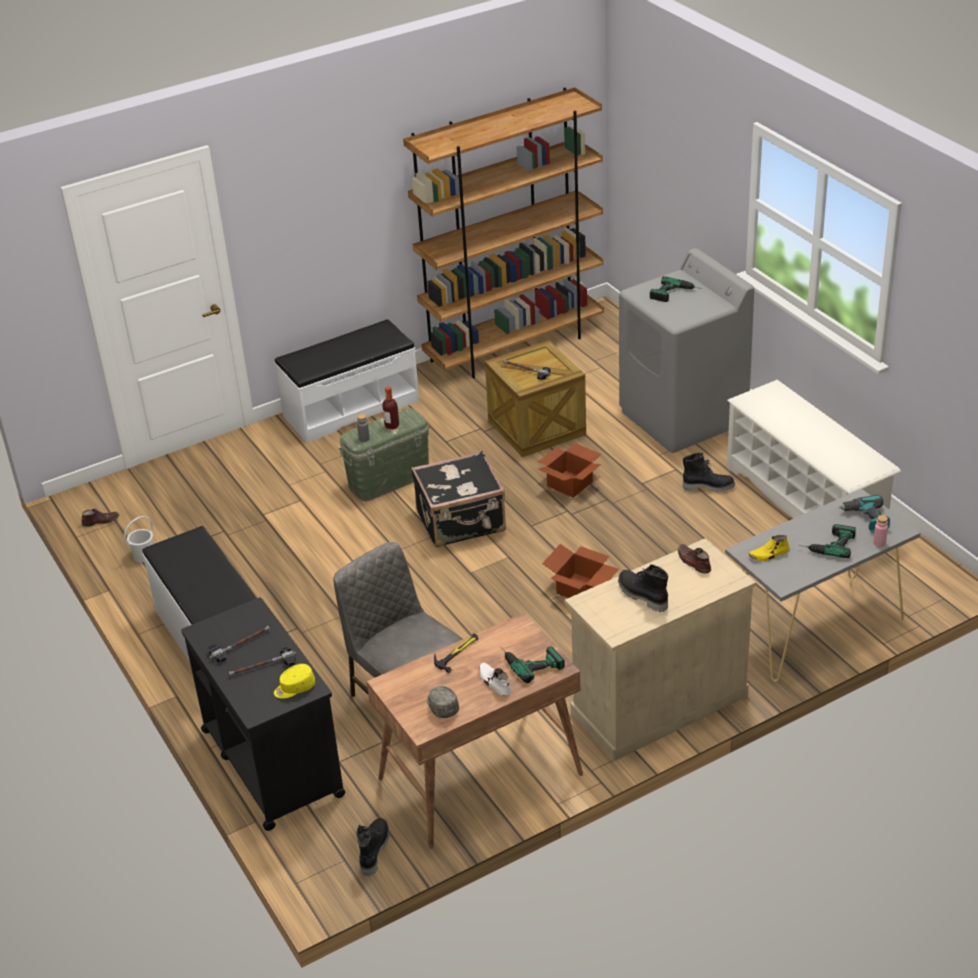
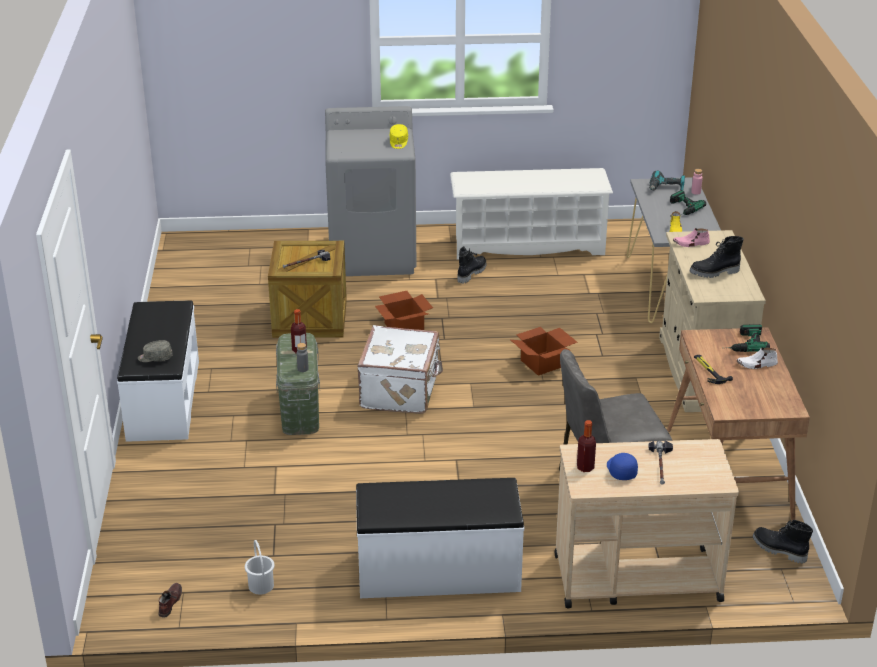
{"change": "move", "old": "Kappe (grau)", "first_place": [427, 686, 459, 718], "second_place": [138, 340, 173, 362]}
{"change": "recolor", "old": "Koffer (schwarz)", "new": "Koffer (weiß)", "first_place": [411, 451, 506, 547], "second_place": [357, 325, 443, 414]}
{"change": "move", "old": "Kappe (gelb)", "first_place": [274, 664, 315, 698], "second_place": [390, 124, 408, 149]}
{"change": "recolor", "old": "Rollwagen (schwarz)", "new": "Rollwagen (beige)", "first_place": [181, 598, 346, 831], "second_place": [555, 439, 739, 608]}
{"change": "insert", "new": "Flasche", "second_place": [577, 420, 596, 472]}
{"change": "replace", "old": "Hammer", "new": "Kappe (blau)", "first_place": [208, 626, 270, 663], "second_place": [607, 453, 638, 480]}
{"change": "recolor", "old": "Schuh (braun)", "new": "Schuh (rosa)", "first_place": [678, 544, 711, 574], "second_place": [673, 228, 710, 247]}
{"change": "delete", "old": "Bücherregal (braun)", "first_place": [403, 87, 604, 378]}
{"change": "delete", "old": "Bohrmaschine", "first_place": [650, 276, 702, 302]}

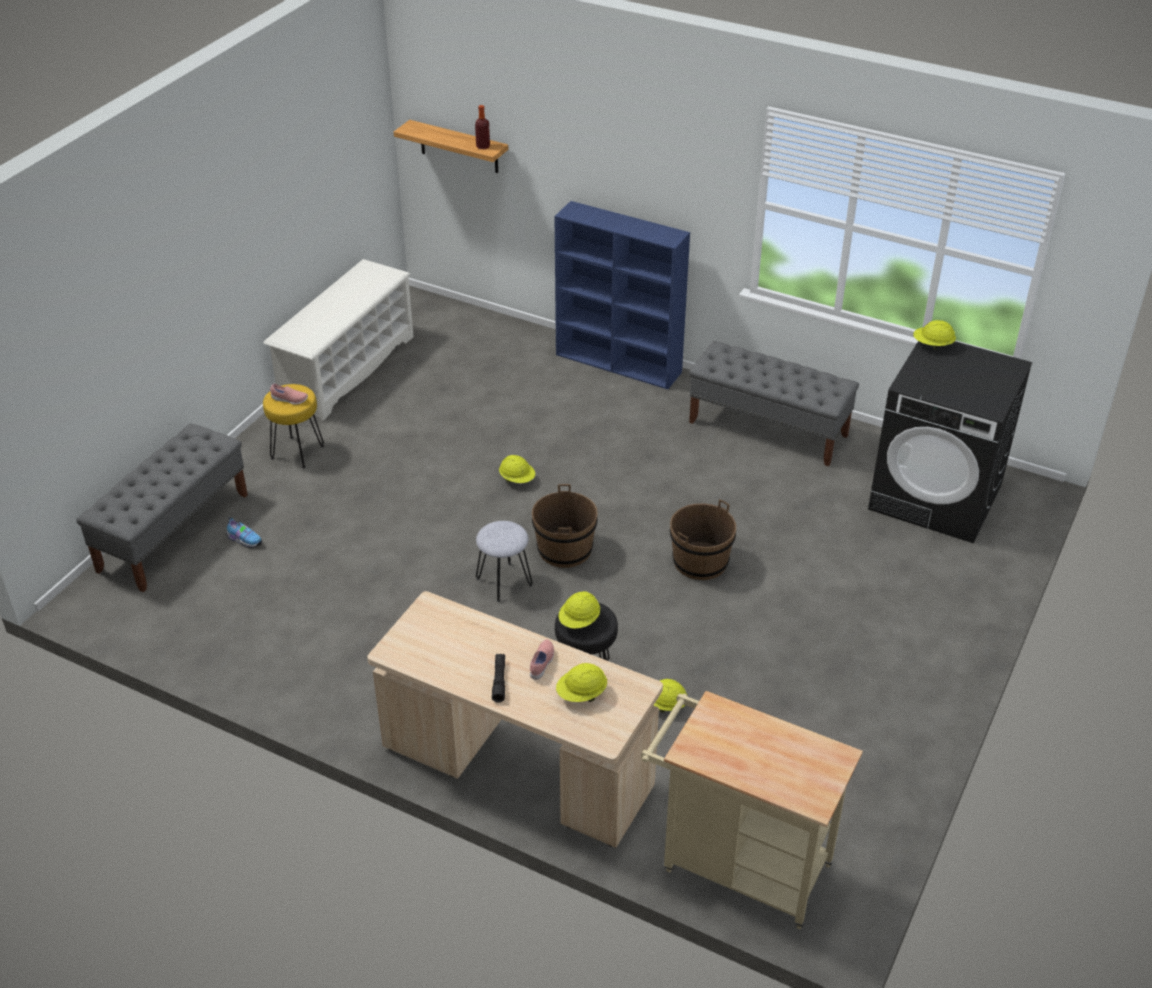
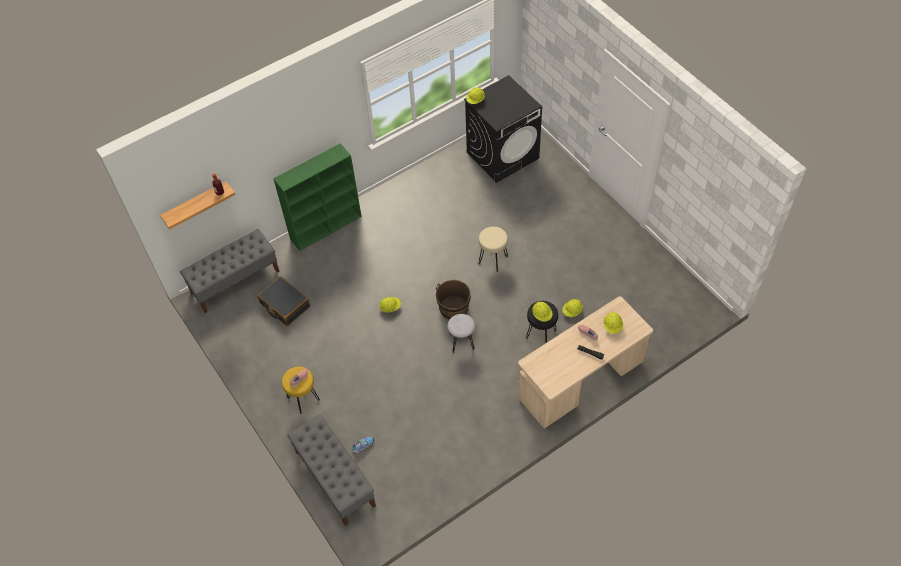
{"change": "move", "old": "Bank (grau)", "first_place": [689, 341, 859, 467], "second_place": [180, 229, 280, 313]}
{"change": "insert", "new": "Koffer (schwarz)", "second_place": [257, 276, 310, 326]}
{"change": "recolor", "old": "Bücherregal (blau)", "new": "Bücherregal (grün)", "first_place": [554, 201, 690, 389], "second_place": [273, 143, 362, 251]}
{"change": "replace", "old": "Eimer (braun)", "new": "Hocker (beige)", "first_place": [670, 499, 736, 580], "second_place": [479, 227, 508, 272]}
{"change": "delete", "old": "Schuhregal (weiß)", "first_place": [263, 259, 414, 421]}
{"change": "delete", "old": "Rollwagen (beige)", "first_place": [641, 691, 863, 929]}

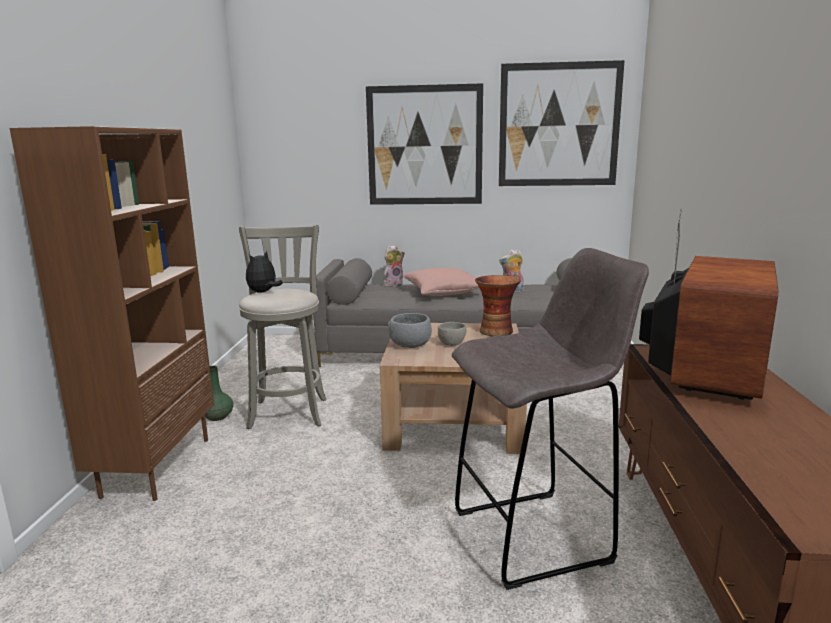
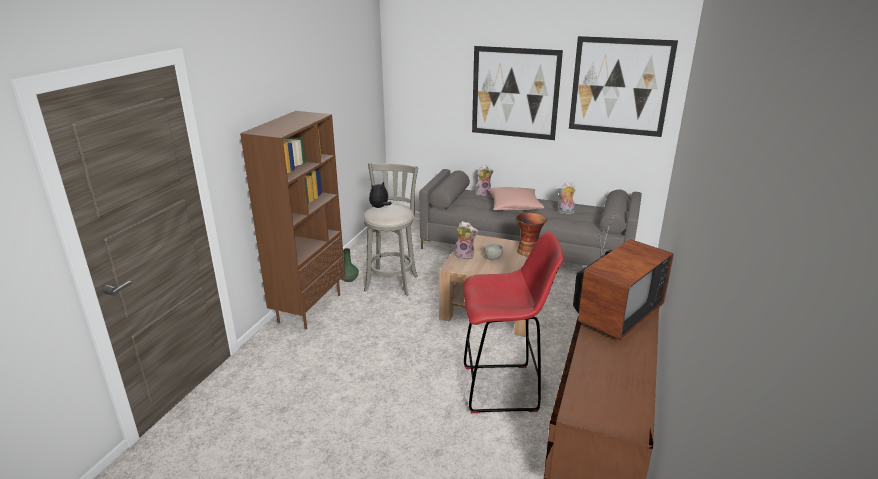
{"change": "replace", "old": "Schüssel (grau)", "new": "Plüschtier", "first_place": [388, 313, 432, 348], "second_place": [455, 221, 478, 260]}
{"change": "recolor", "old": "Hocker (grau)", "new": "Hocker (rot)", "first_place": [452, 248, 649, 590], "second_place": [463, 231, 563, 413]}

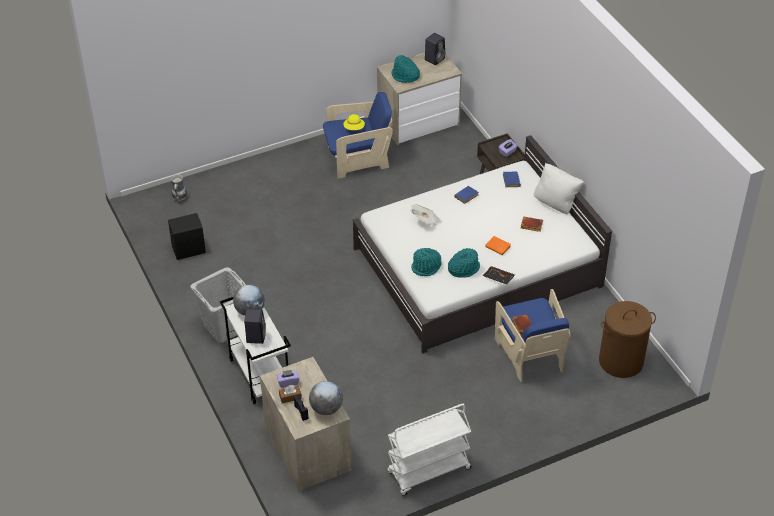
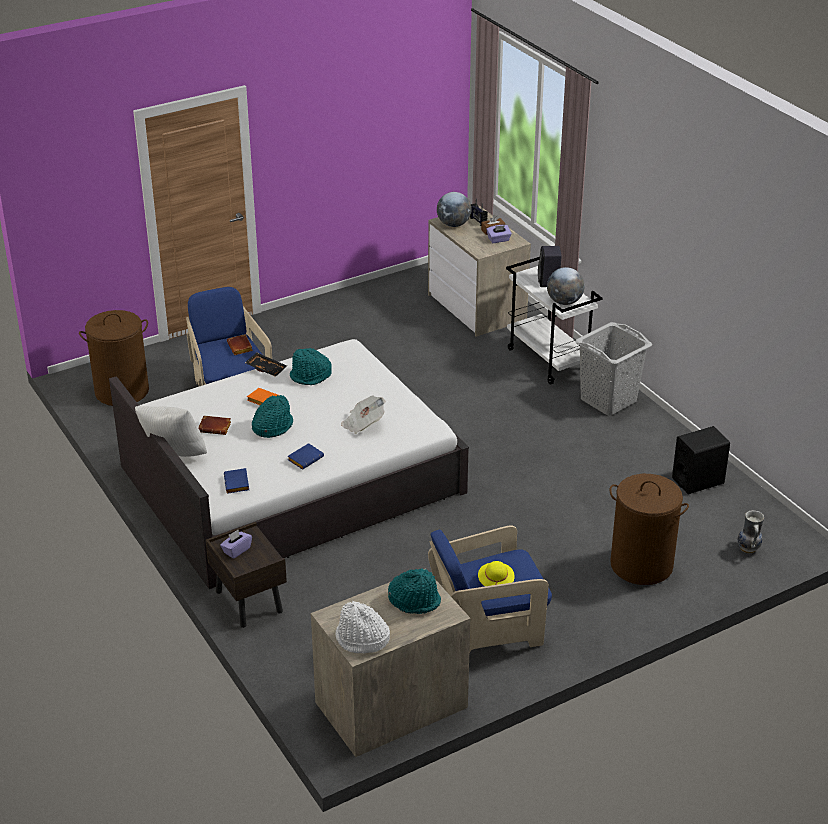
{"change": "move", "old": "Hut (türkis)", "first_place": [411, 248, 441, 276], "second_place": [252, 395, 293, 438]}
{"change": "replace", "old": "Lautsprecher (schwarz)", "new": "Hut (weiß)", "first_place": [425, 33, 446, 65], "second_place": [335, 601, 390, 653]}
{"change": "insert", "new": "Wäschekorb (braun)", "second_place": [610, 474, 689, 585]}
{"change": "delete", "old": "Rollwagen (weiß)", "first_place": [387, 404, 471, 496]}

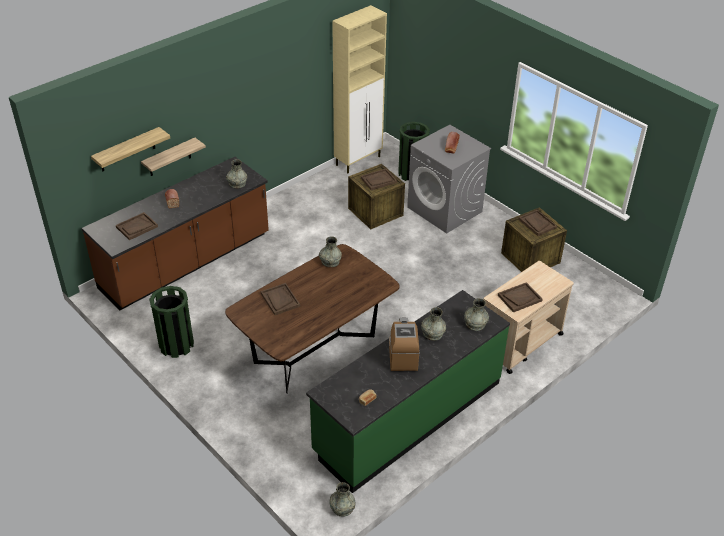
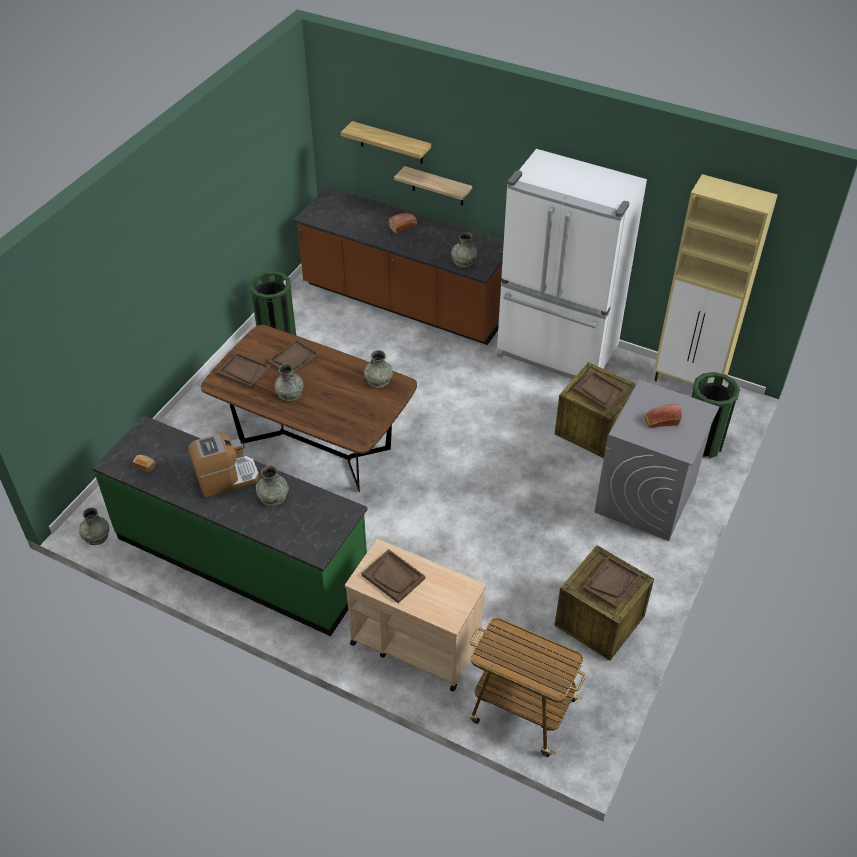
{"change": "move", "old": "Tablett (braun)", "first_place": [116, 212, 158, 240], "second_place": [216, 352, 271, 389]}
{"change": "move", "old": "Vase (grau)", "first_place": [464, 298, 489, 331], "second_place": [275, 364, 304, 402]}
{"change": "insert", "new": "Rollwagen", "second_place": [470, 618, 585, 757]}
{"change": "insert", "new": "Kühlschrank (weiß)", "second_place": [497, 149, 647, 379]}

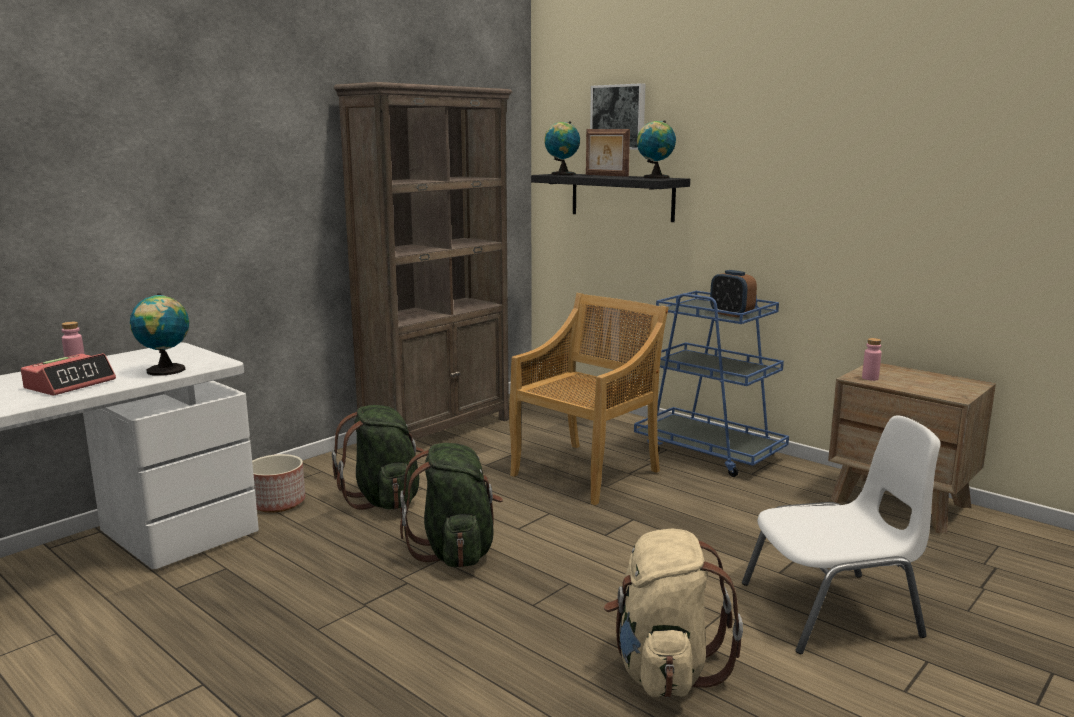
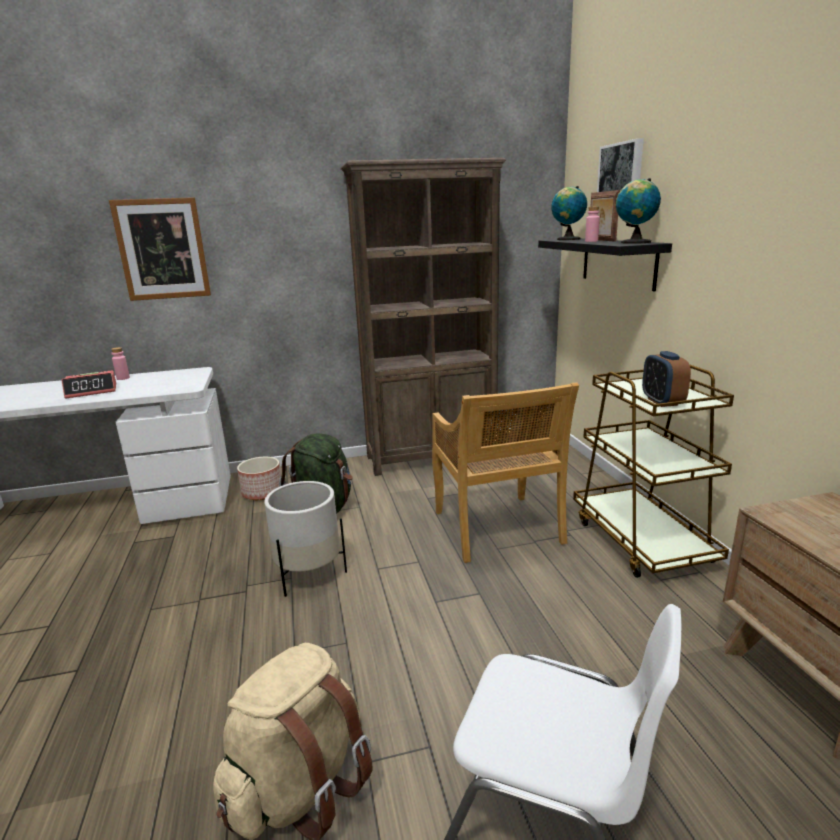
{"change": "insert", "new": "Bild", "second_place": [109, 197, 211, 301]}
{"change": "replace", "old": "Rucksack (grün)", "new": "Pflanzkübel (weiß)", "first_place": [400, 443, 503, 568], "second_place": [264, 481, 347, 597]}
{"change": "rotate", "old": "Stuhl (beige)", "first_place": [509, 293, 669, 505], "second_place": [432, 382, 579, 563], "degrees": 90}
{"change": "recolor", "old": "Rollwagen (blau)", "new": "Rollwagen (braun)", "first_place": [634, 291, 789, 477], "second_place": [573, 365, 734, 578]}
{"change": "move", "old": "Flasche (rosa)", "first_place": [862, 338, 882, 381], "second_place": [585, 207, 600, 242]}
{"change": "delete", "old": "Globus", "first_place": [130, 293, 189, 376]}

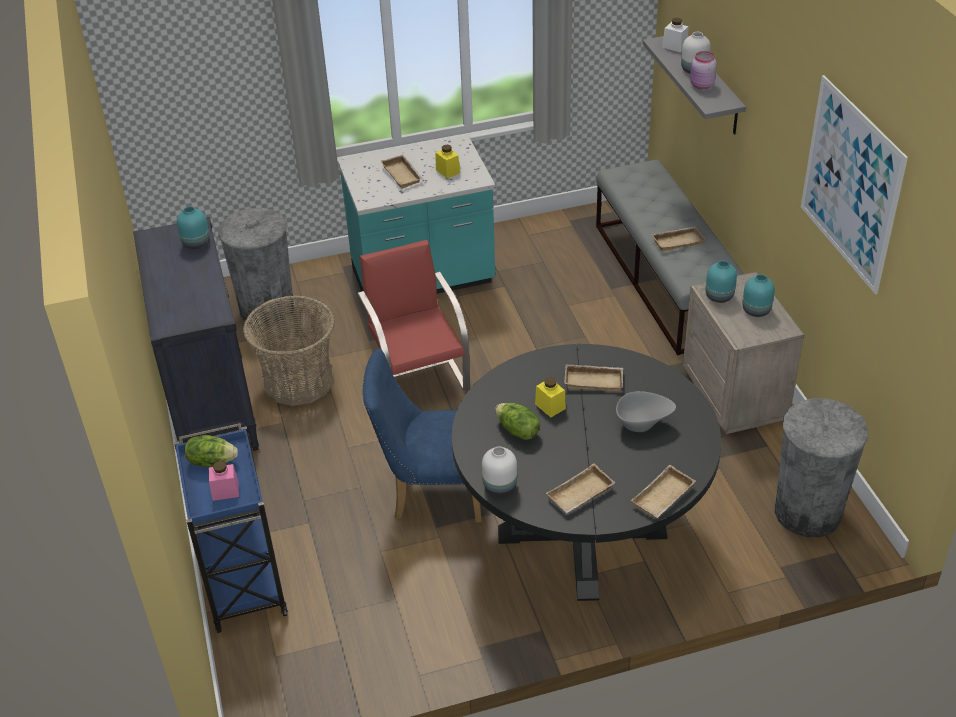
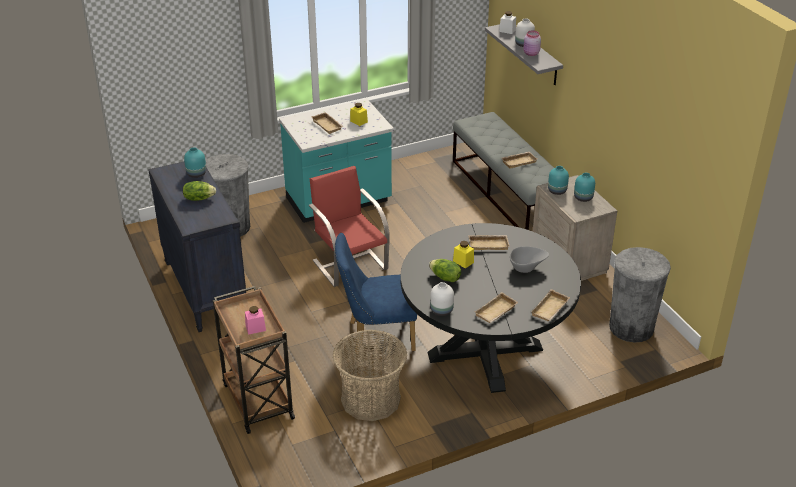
{"change": "move", "old": "Salatkopf", "first_place": [185, 435, 238, 467], "second_place": [183, 181, 216, 201]}
{"change": "recolor", "old": "Rollwagen (blau)", "new": "Rollwagen (braun)", "first_place": [174, 423, 288, 633], "second_place": [213, 286, 295, 434]}
{"change": "move", "old": "Korb", "first_place": [243, 295, 335, 406], "second_place": [333, 330, 407, 421]}
{"change": "delete", "old": "Bild", "first_place": [801, 75, 908, 294]}

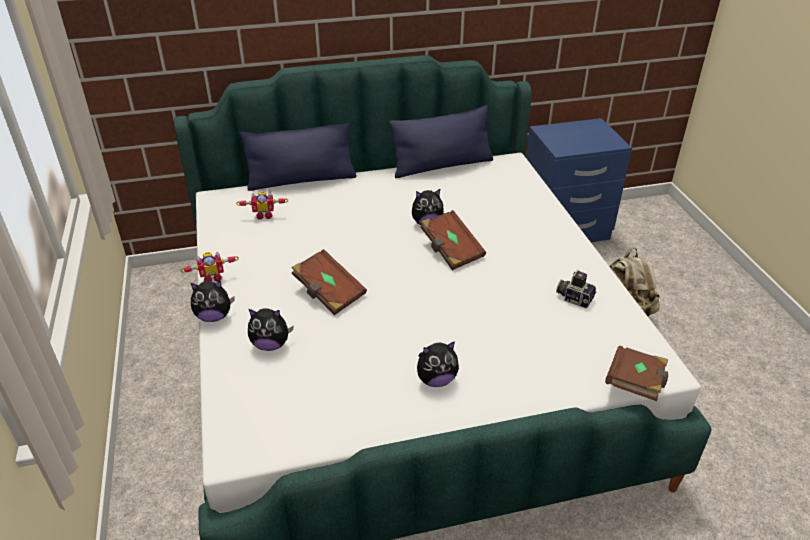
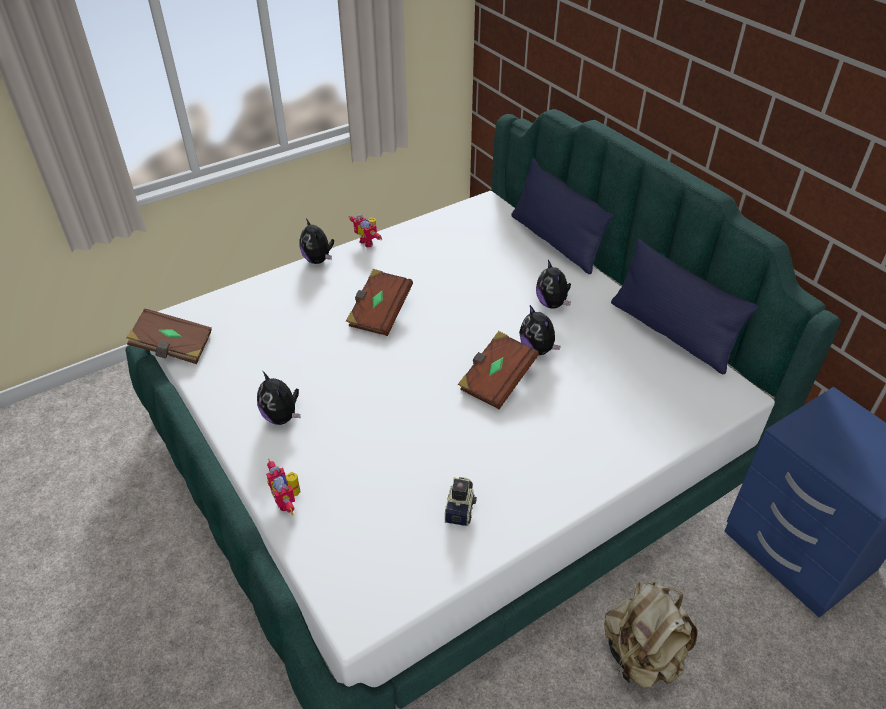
{"change": "move", "old": "Buch (braun)", "first_place": [605, 346, 668, 401], "second_place": [127, 308, 212, 364]}
{"change": "move", "old": "Spielzeugroboter", "first_place": [236, 191, 288, 220], "second_place": [266, 459, 301, 516]}
{"change": "move", "old": "Plüschtier", "first_place": [248, 308, 294, 351], "second_place": [536, 260, 571, 309]}

